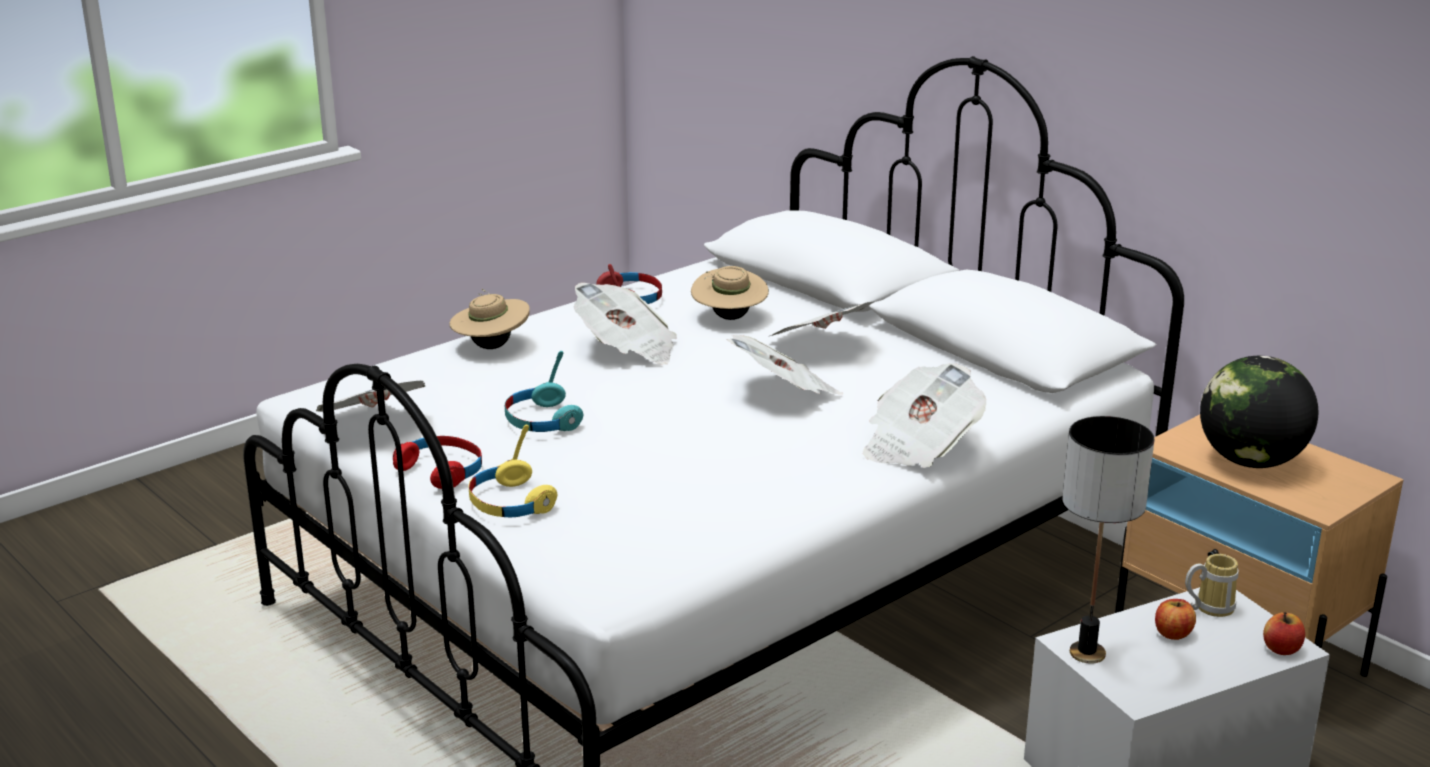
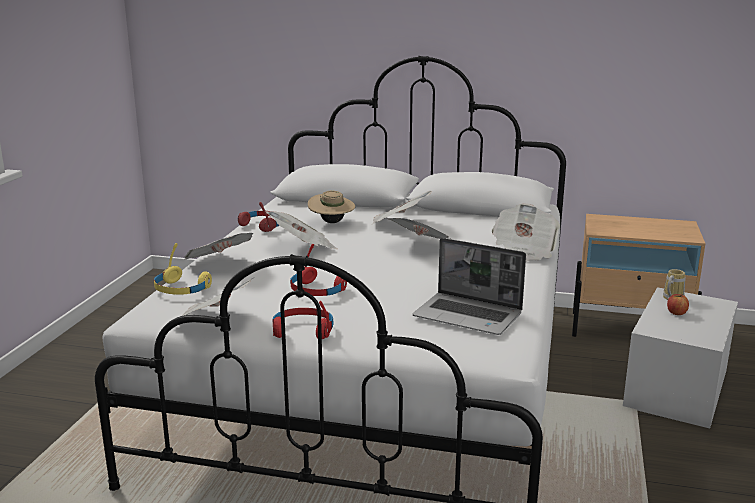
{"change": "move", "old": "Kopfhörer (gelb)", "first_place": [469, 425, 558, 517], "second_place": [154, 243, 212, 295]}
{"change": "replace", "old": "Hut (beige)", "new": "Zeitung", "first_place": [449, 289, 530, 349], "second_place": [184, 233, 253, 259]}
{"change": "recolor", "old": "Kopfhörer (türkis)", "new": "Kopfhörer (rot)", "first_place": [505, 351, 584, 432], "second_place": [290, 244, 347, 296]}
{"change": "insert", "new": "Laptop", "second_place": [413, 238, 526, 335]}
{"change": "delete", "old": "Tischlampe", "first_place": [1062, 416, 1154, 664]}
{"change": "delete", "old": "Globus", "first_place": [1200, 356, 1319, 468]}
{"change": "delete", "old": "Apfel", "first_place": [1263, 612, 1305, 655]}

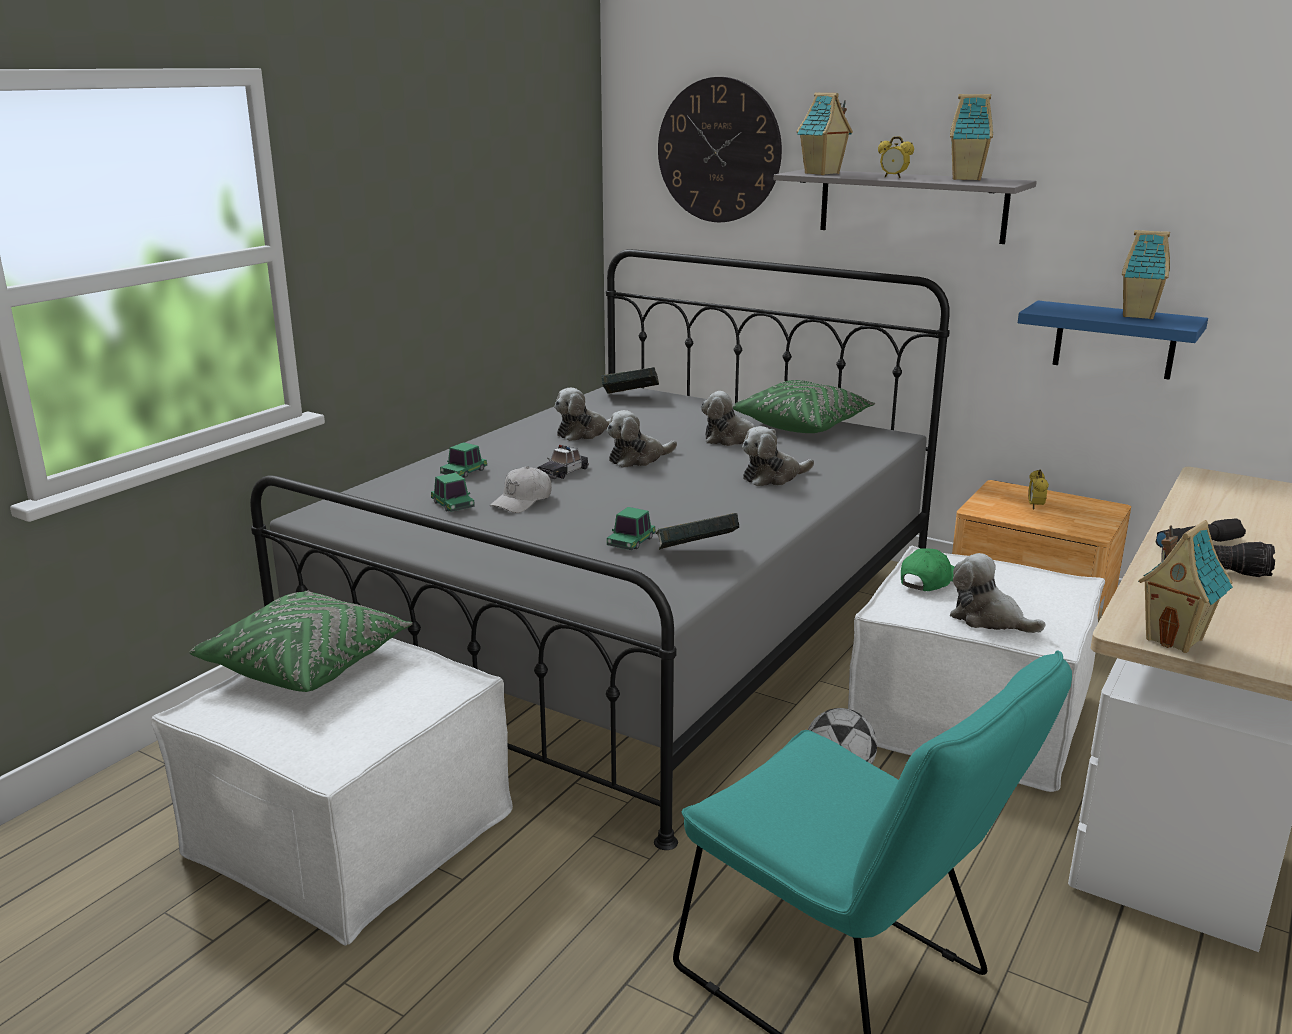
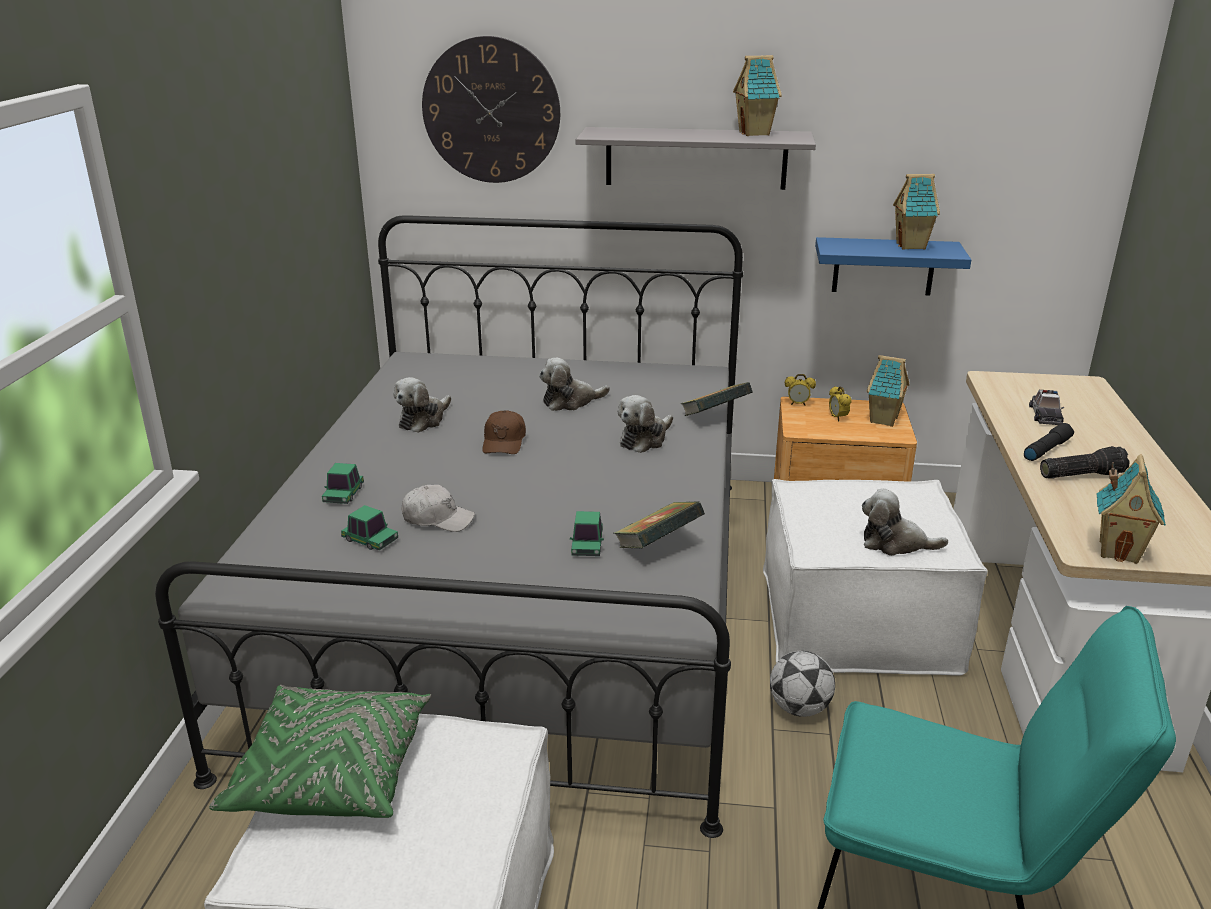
{"change": "rotate", "old": "Kappe (weiß)", "first_place": [490, 467, 552, 513], "second_place": [401, 485, 475, 532], "degrees": -90}
{"change": "replace", "old": "Plüschtier", "new": "Kappe (braun)", "first_place": [607, 410, 677, 468], "second_place": [482, 410, 526, 454]}
{"change": "move", "old": "Buch", "first_place": [601, 367, 659, 394], "second_place": [681, 382, 753, 416]}
{"change": "move", "old": "Wecker", "first_place": [878, 136, 914, 178], "second_place": [785, 374, 816, 406]}
{"change": "move", "old": "Spielzeughaus", "first_place": [796, 92, 853, 175], "second_place": [867, 355, 910, 427]}
{"change": "move", "old": "Spielzeugauto", "first_place": [538, 445, 589, 479], "second_place": [1029, 390, 1064, 425]}
{"change": "delete", "old": "Kissen (grün)", "first_place": [732, 380, 875, 433]}
{"change": "delete", "old": "Kappe (grün)", "first_place": [901, 548, 954, 591]}

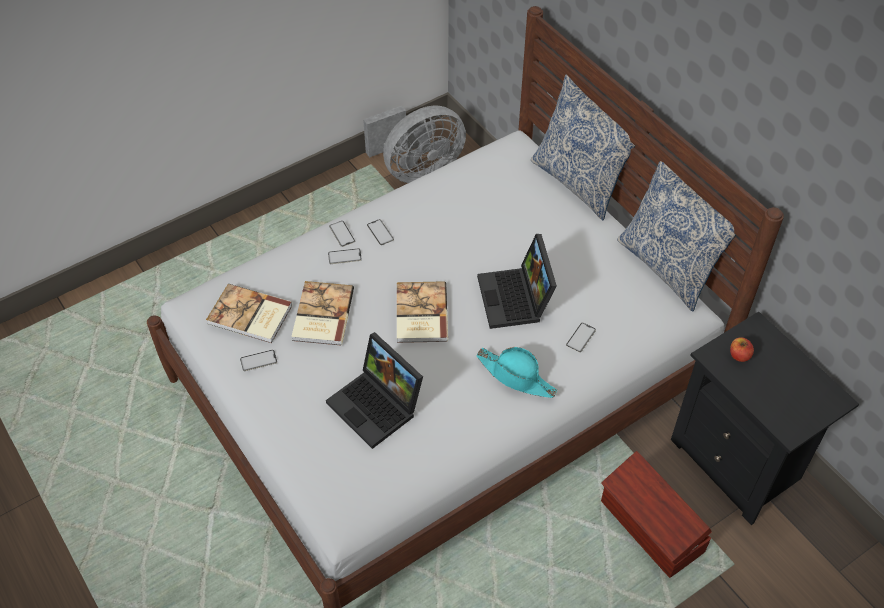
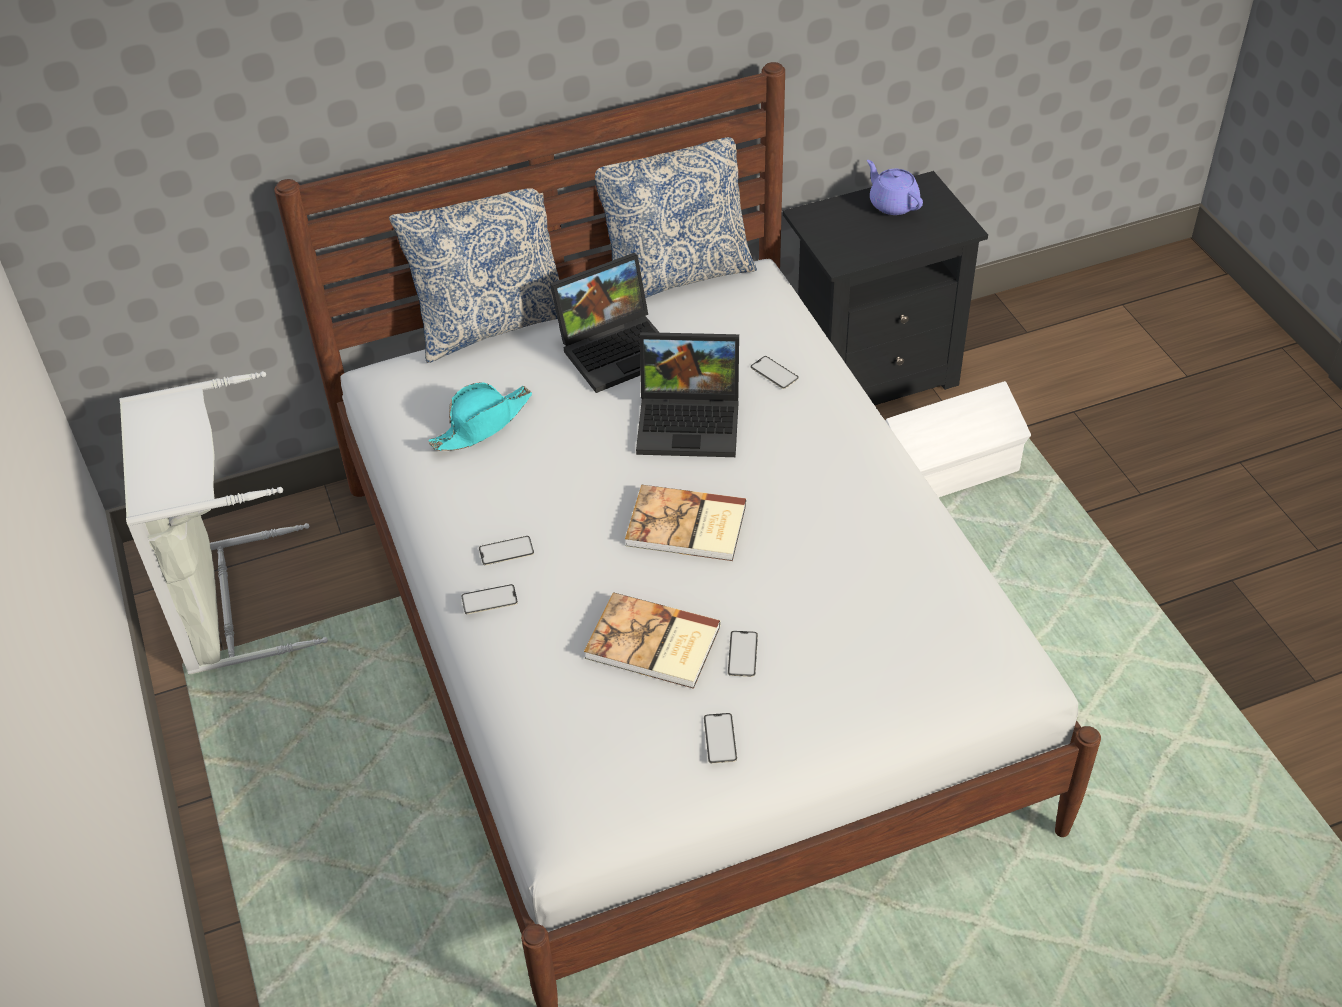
{"change": "replace", "old": "Ventilator (grau)", "new": "Wäschekorb (grau)", "first_place": [363, 106, 466, 183], "second_place": [119, 371, 328, 675]}
{"change": "move", "old": "Hut (türkis)", "first_place": [476, 347, 557, 398], "second_place": [428, 382, 532, 451]}
{"change": "move", "old": "Laptop", "first_place": [326, 332, 423, 449], "second_place": [550, 253, 660, 393]}
{"change": "move", "old": "Handy", "first_place": [328, 248, 362, 264], "second_place": [728, 631, 758, 677]}
{"change": "insert", "new": "Teekanne (lila)", "second_place": [867, 160, 923, 215]}
{"change": "recolor", "old": "Aufbewahrungsbox (braun)", "new": "Aufbewahrungsbox (weiß)", "first_place": [601, 451, 712, 578], "second_place": [885, 381, 1031, 498]}
{"change": "delete", "old": "Buch", "first_place": [206, 284, 292, 343]}
{"change": "delete", "old": "Apfel", "first_place": [730, 337, 754, 362]}

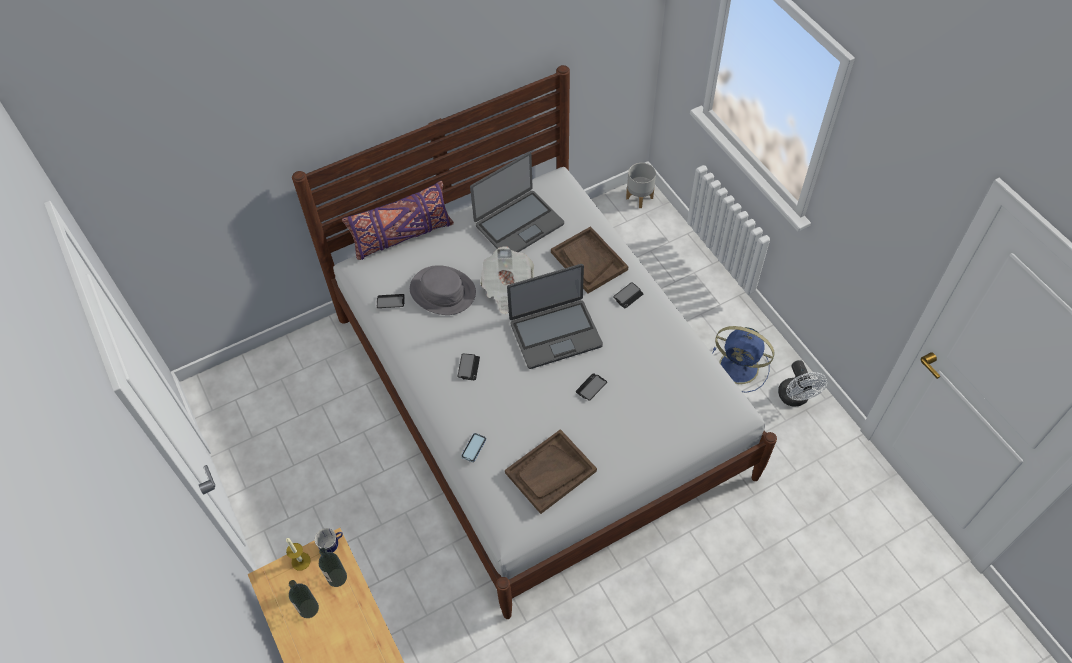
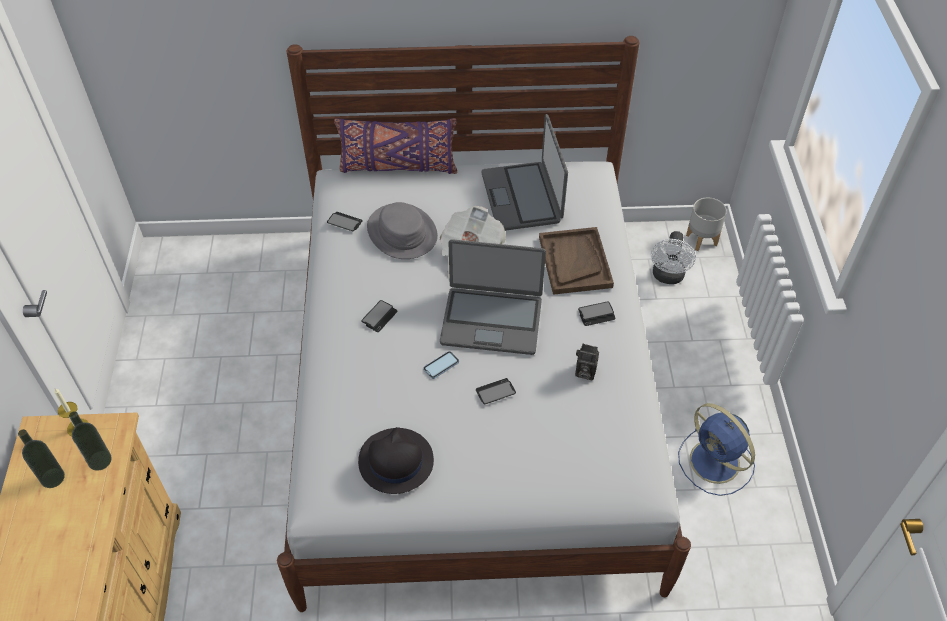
{"change": "replace", "old": "Tablett (braun)", "new": "Hut (schwarz)", "first_place": [505, 429, 597, 514], "second_place": [358, 427, 434, 494]}
{"change": "move", "old": "Handy", "first_place": [461, 433, 486, 462], "second_place": [423, 351, 459, 379]}
{"change": "rotate", "old": "Laptop", "first_place": [470, 152, 564, 252], "second_place": [482, 114, 568, 231], "degrees": 90}
{"change": "insert", "new": "Kamera", "second_place": [575, 344, 599, 380]}
{"change": "move", "old": "Ventilator (weiß)", "first_place": [778, 360, 827, 406], "second_place": [651, 231, 696, 284]}
{"change": "delete", "old": "Henkelbecher", "first_place": [314, 528, 343, 552]}

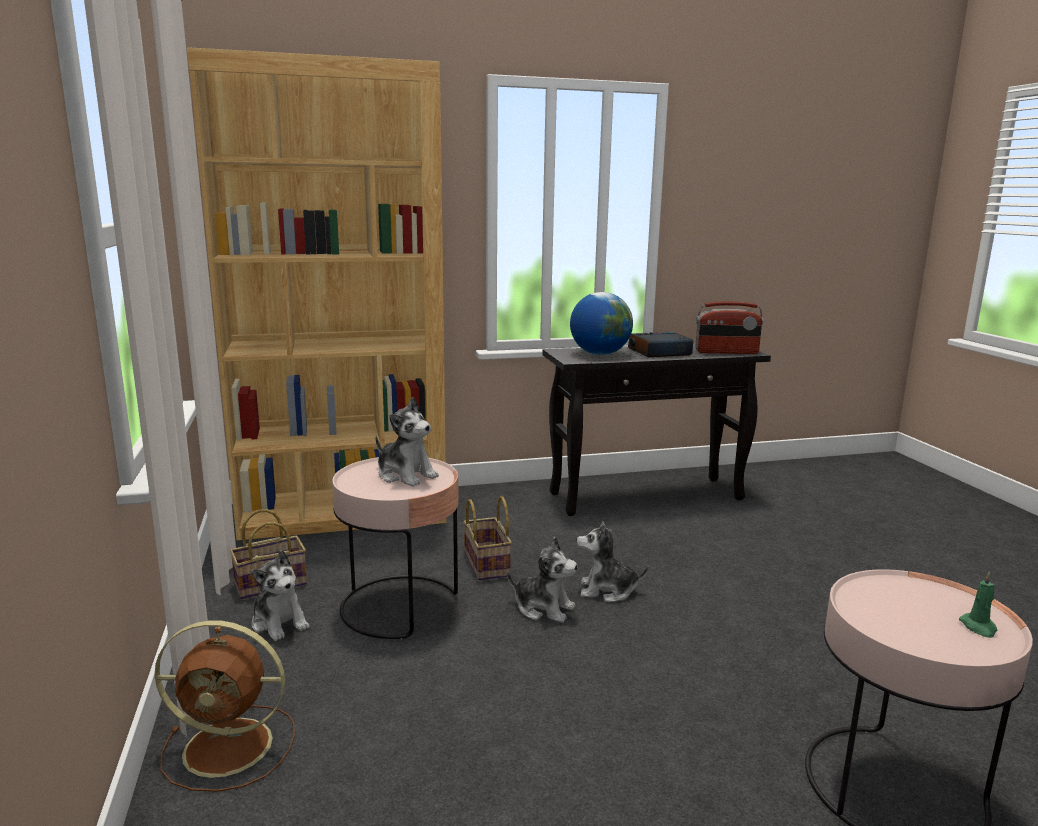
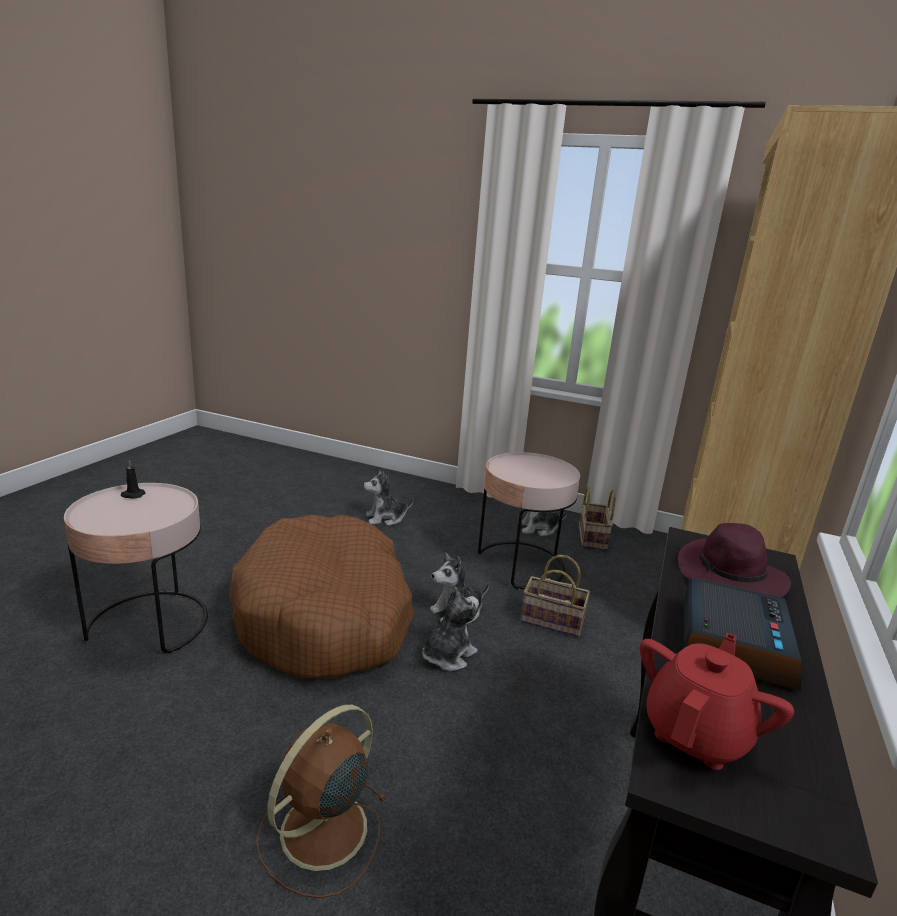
{"change": "insert", "new": "Kerze (schwarz)", "second_place": [121, 460, 145, 499]}
{"change": "insert", "new": "Hundebett (braun)", "second_place": [229, 515, 414, 678]}
{"change": "move", "old": "Ventilator (braun)", "first_place": [155, 620, 295, 792], "second_place": [256, 705, 387, 898]}
{"change": "move", "old": "Plüschtier", "first_place": [376, 397, 439, 487], "second_place": [363, 470, 414, 526]}
{"change": "replace", "old": "Radio", "new": "Teekanne (rot)", "first_place": [696, 302, 764, 354], "second_place": [640, 633, 794, 770]}
{"change": "replace", "old": "Globus", "new": "Hut (lila)", "first_place": [570, 292, 633, 355], "second_place": [678, 523, 791, 597]}
{"change": "delete", "old": "Kerze (grün)", "first_place": [959, 571, 997, 638]}

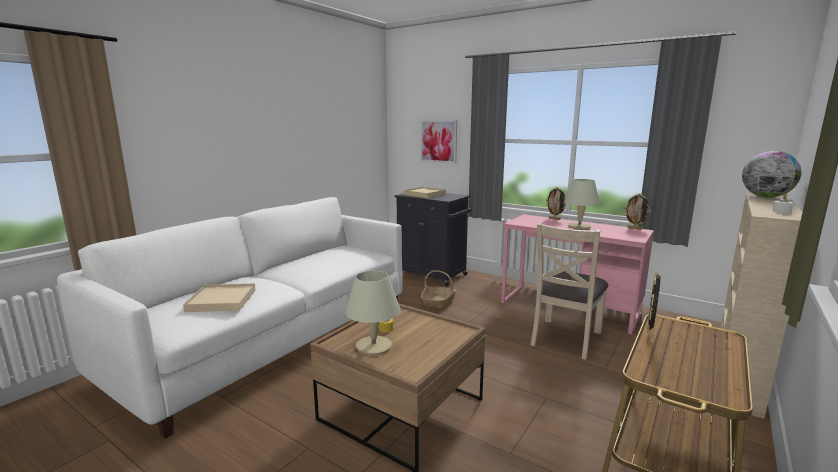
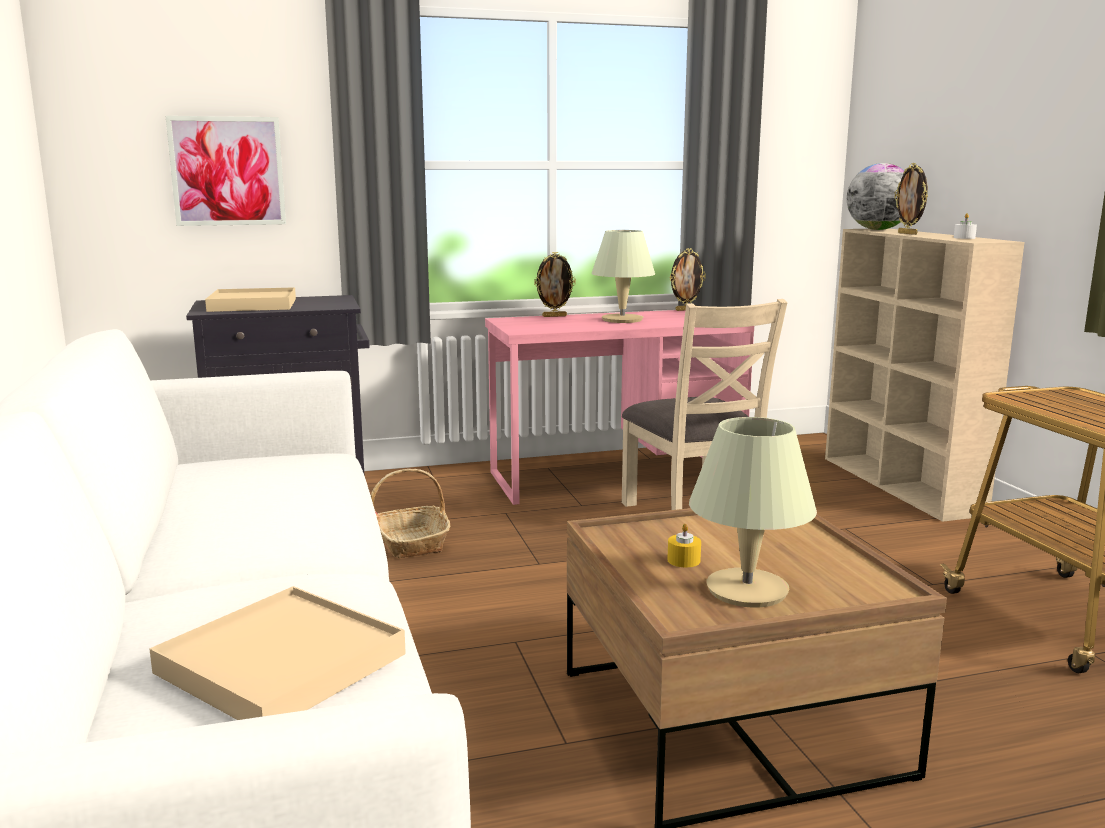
{"change": "move", "old": "Bilderrahmen", "first_place": [647, 272, 661, 340], "second_place": [894, 163, 928, 235]}

